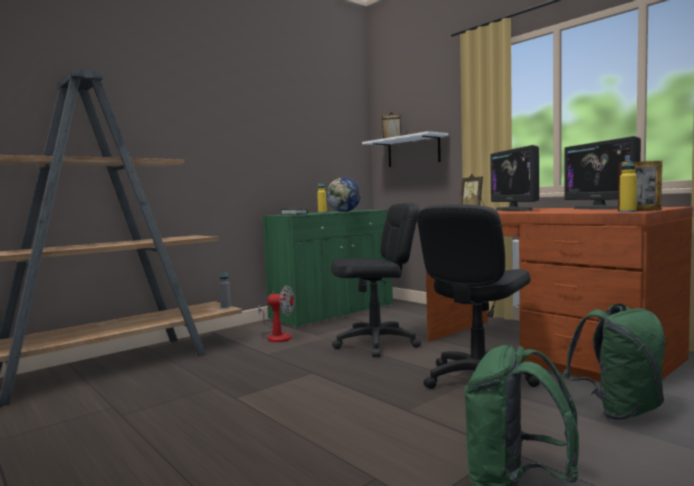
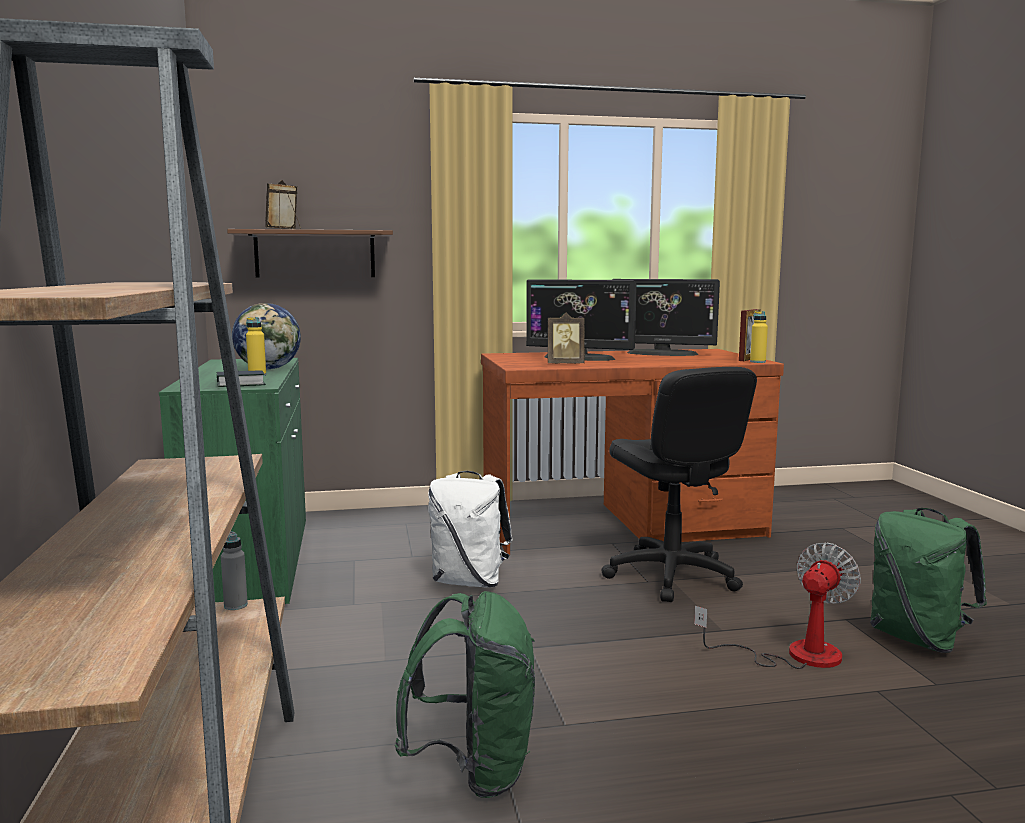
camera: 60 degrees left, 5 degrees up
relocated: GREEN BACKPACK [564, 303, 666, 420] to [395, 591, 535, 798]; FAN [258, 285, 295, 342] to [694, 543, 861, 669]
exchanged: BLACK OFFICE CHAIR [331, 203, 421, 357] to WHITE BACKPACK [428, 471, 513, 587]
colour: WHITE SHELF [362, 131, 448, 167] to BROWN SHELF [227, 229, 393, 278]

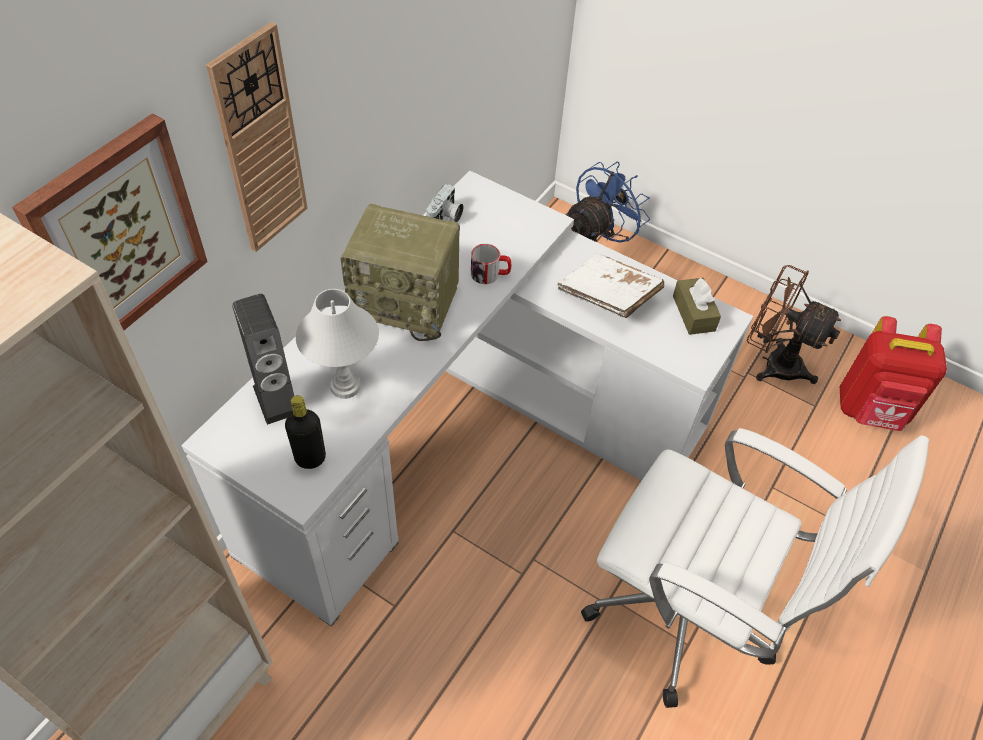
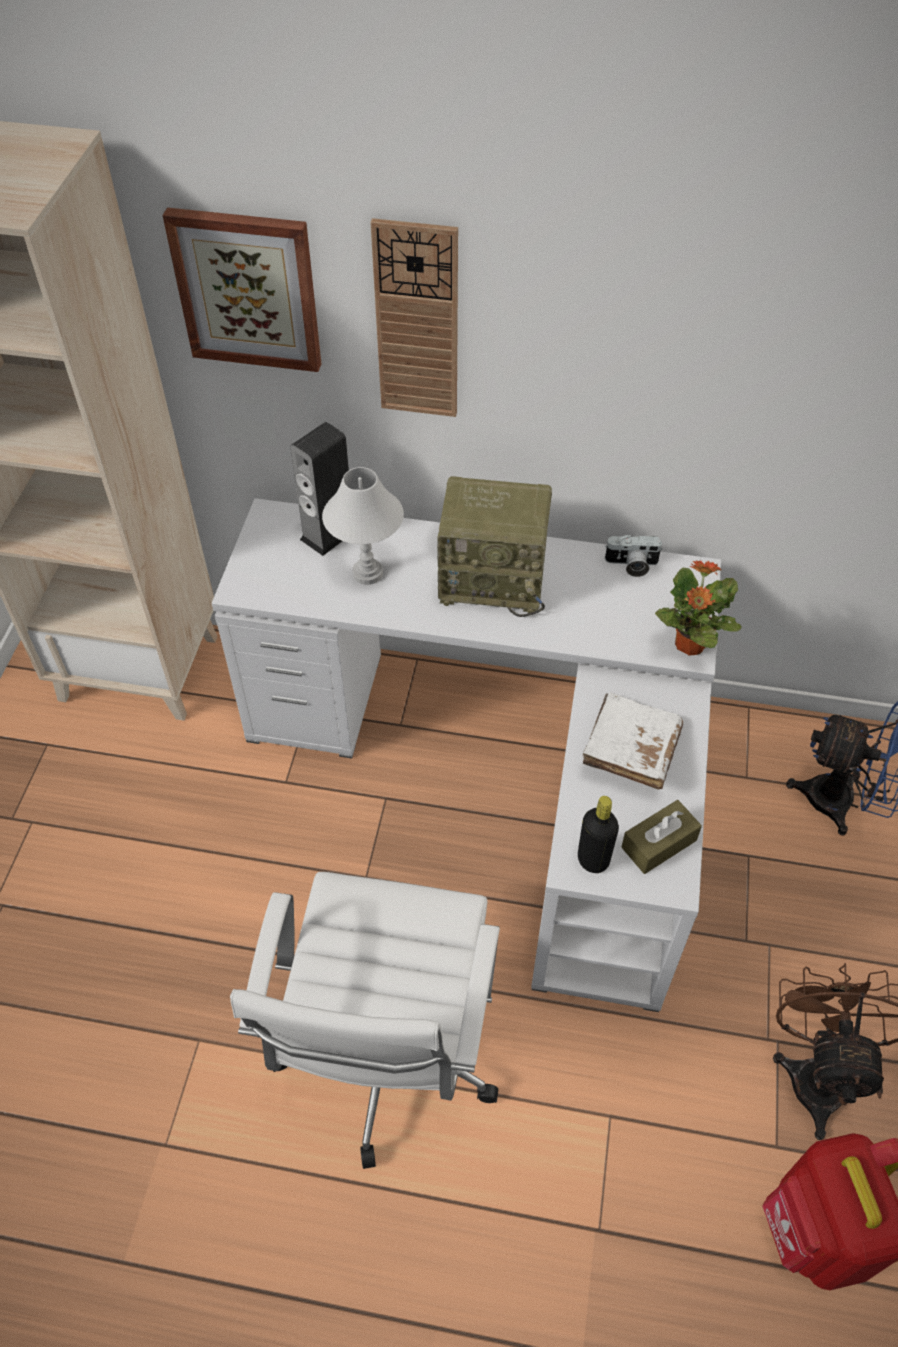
camera: 70 degrees right, 0 degrees up
missing: MUG [471, 244, 511, 284]
appeared: POTTED PLANT [655, 561, 742, 656]
relocated: BLACK BOTTLE [285, 395, 326, 469] to [578, 796, 619, 873]
spun: RADIO [340, 204, 460, 341] = [437, 476, 552, 617] 75 degrees counterclockwise

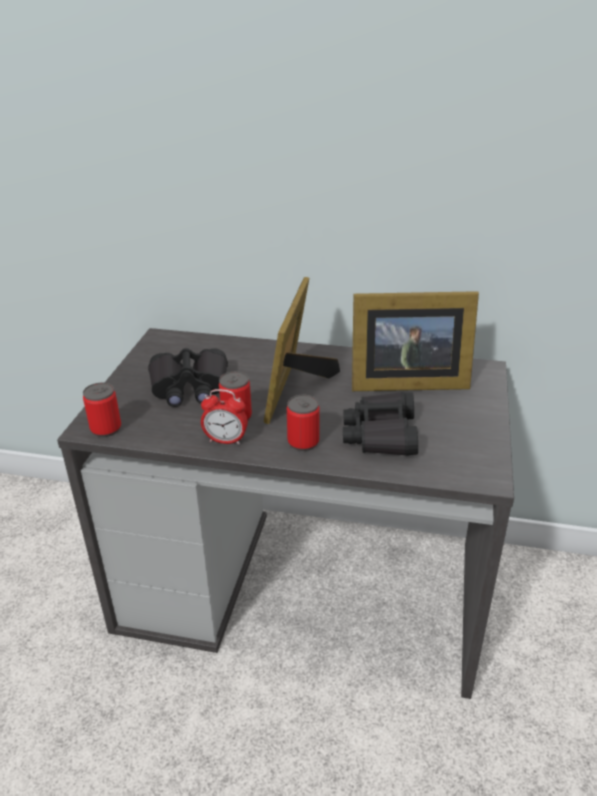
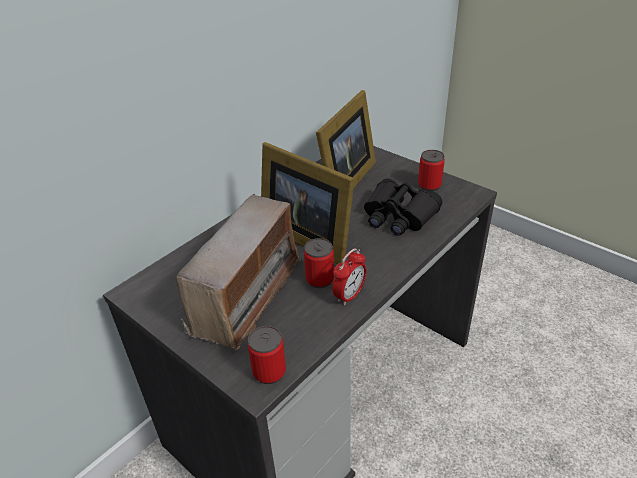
camera: 60 degrees left, 5 degrees up
relocated: CAN [287, 395, 320, 451] to [418, 150, 445, 191]
exchanged: BLACK BINOCULARS [148, 348, 228, 407] to RADIO [176, 194, 302, 351]

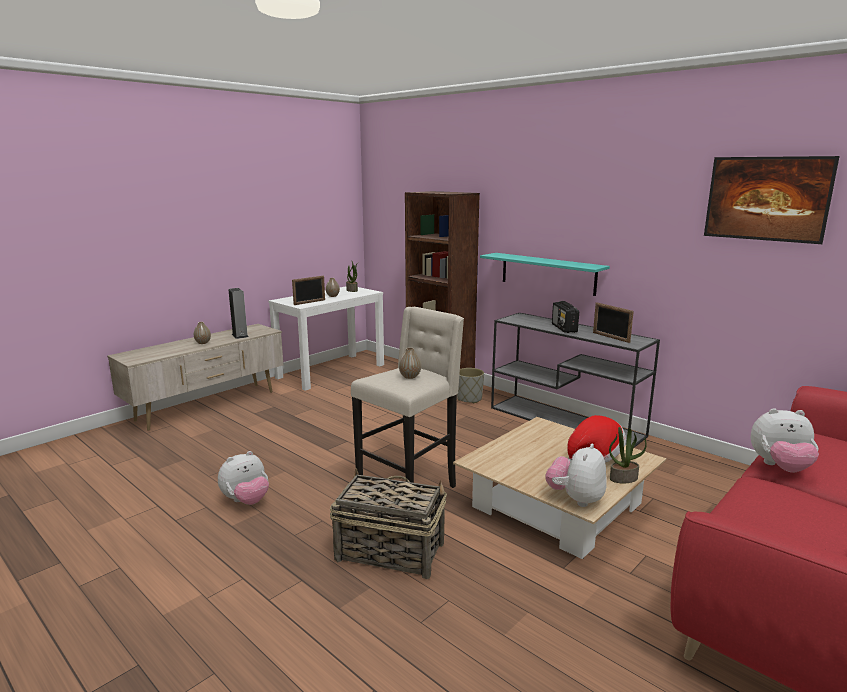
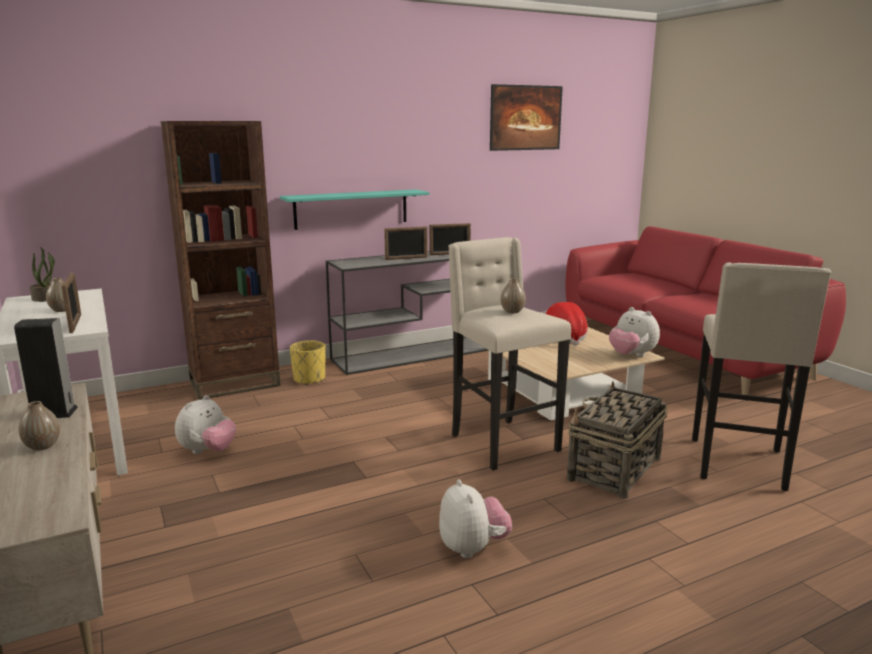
camera: 70 degrees left, 0 degrees up
missing: POTTED PLANT [609, 427, 647, 483]
appeared: BEIGE STOOL [692, 263, 831, 491]
relocated: PLUSH TOY [751, 408, 819, 473] to [175, 395, 237, 454]
exchanged: RADIO [552, 301, 579, 333] to PICTURE FRAME [384, 226, 428, 260]
colour: GREY PLANTER [457, 368, 484, 404] to YELLOW PLANTER [290, 340, 325, 385]

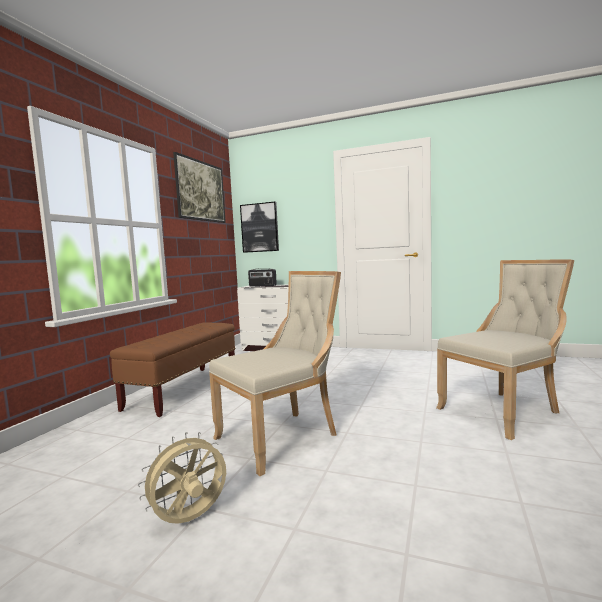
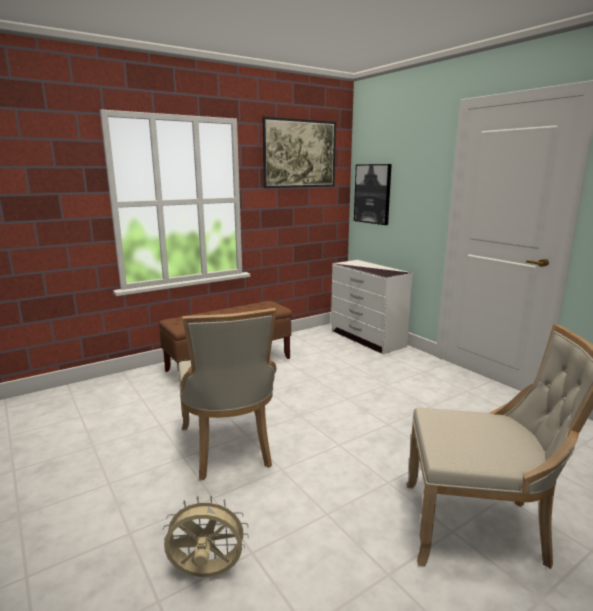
camera: 35 degrees right, 10 degrees up
missing: RADIO [248, 268, 277, 287]
relocated: BEIGE FAN [138, 432, 226, 524] to [163, 496, 249, 577]
spun: BEIGE CHAIR [209, 271, 341, 476] = [178, 308, 277, 480] 75 degrees clockwise

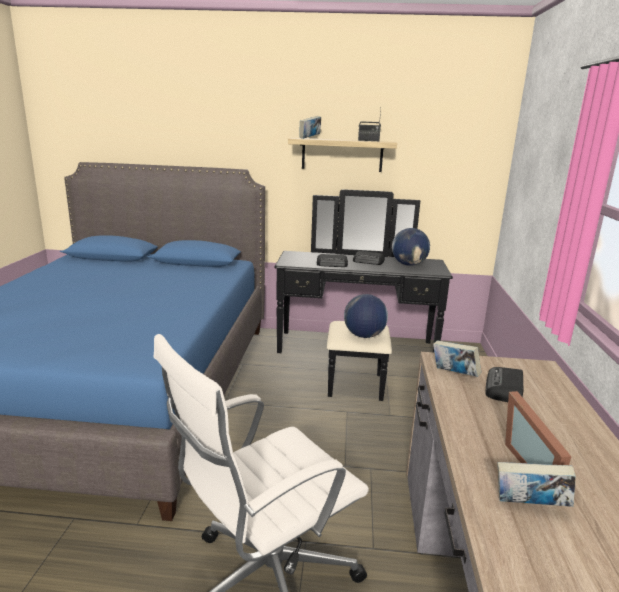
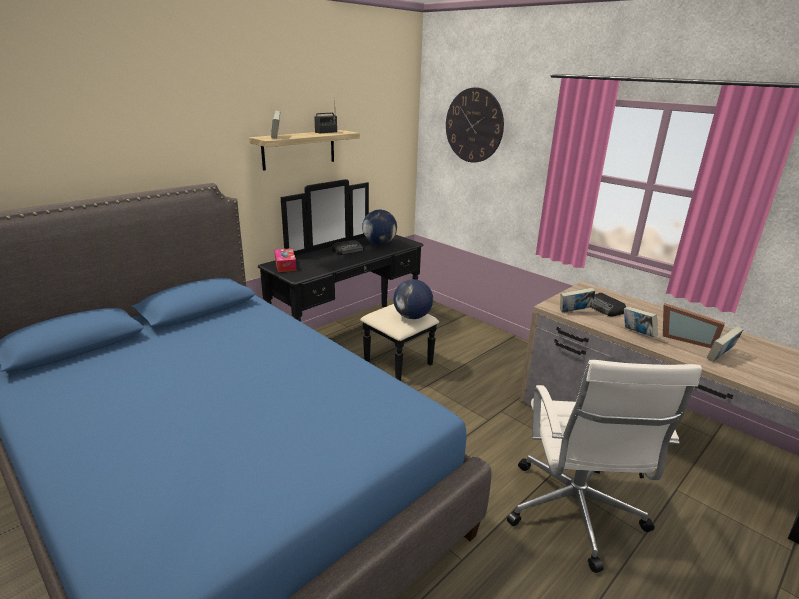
camera: 50 degrees left, 5 degrees up
missing: RADIO [317, 254, 348, 267]
appeared: TISSUE BOX [274, 248, 297, 272]; WALL CLOCK [446, 87, 504, 163]; BOOK [624, 306, 658, 337]

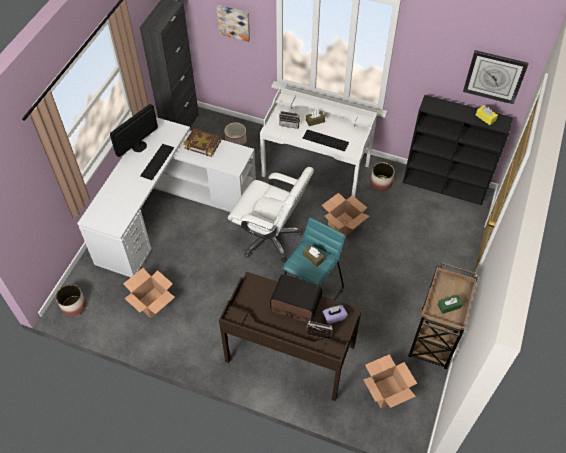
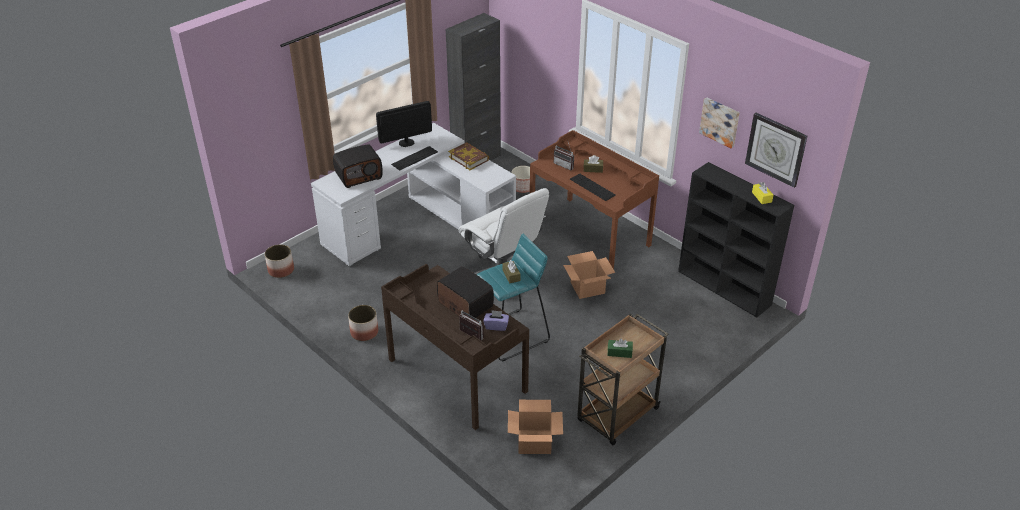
camera: 25 degrees right, 15 degrees down
missing: CARDBOARD BOX [123, 268, 175, 318]
appeared: RADIO [333, 144, 383, 188]
relocated: PLANTER [370, 163, 394, 191] to [348, 305, 378, 341]; PICTURE [216, 5, 250, 42] to [699, 97, 740, 148]
colour: WHITE DESK [260, 87, 377, 197] to BROWN DESK [530, 130, 659, 269]

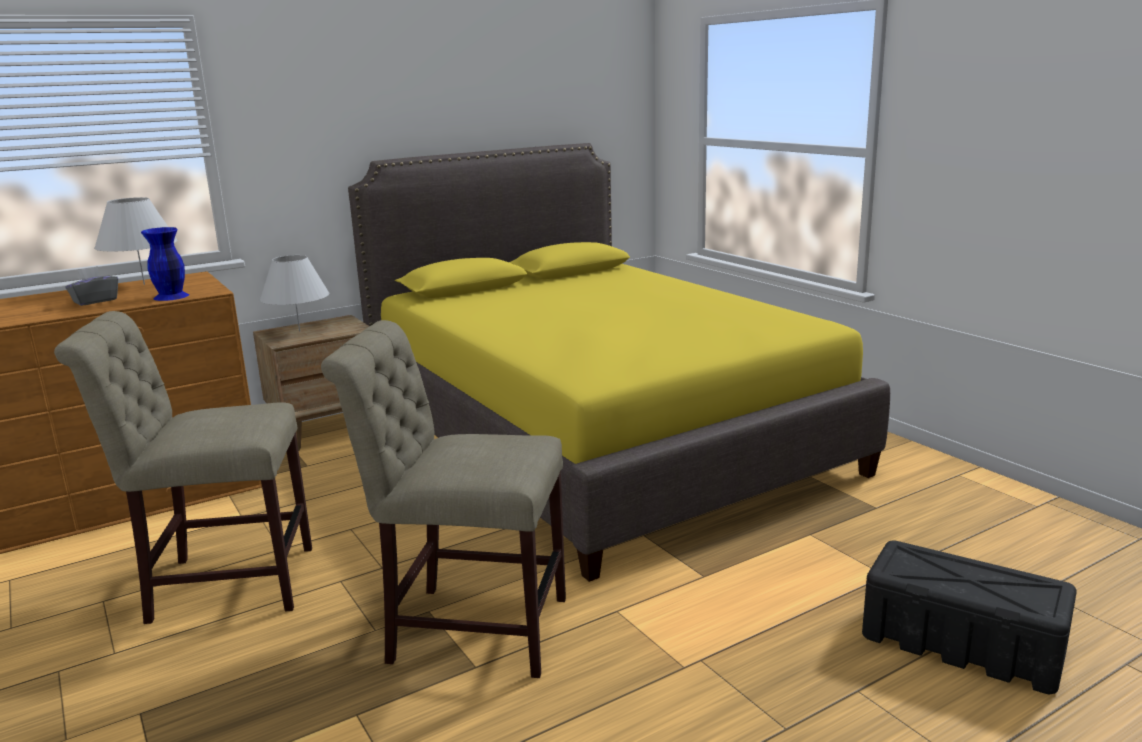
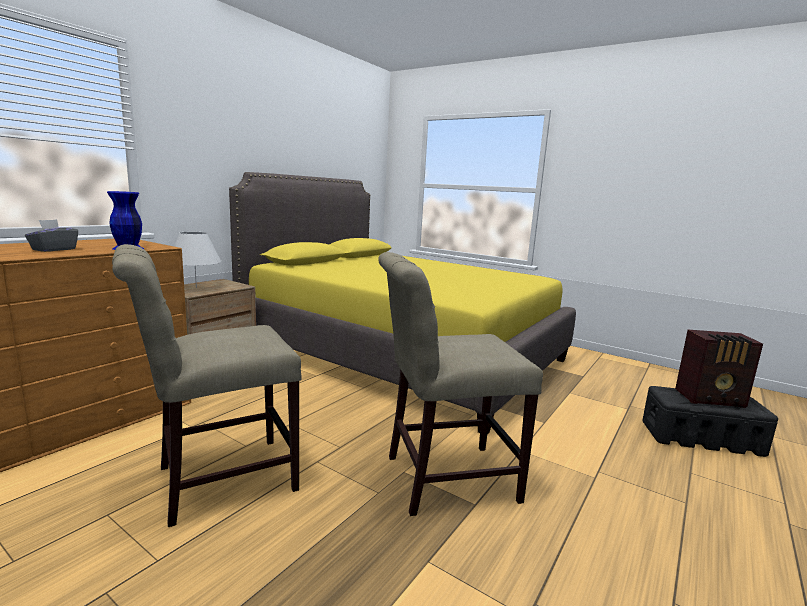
camera: 25 degrees left, 5 degrees down
missing: WHITE TABLE LAMP [94, 197, 177, 285]
appeared: RADIO [675, 330, 763, 408]

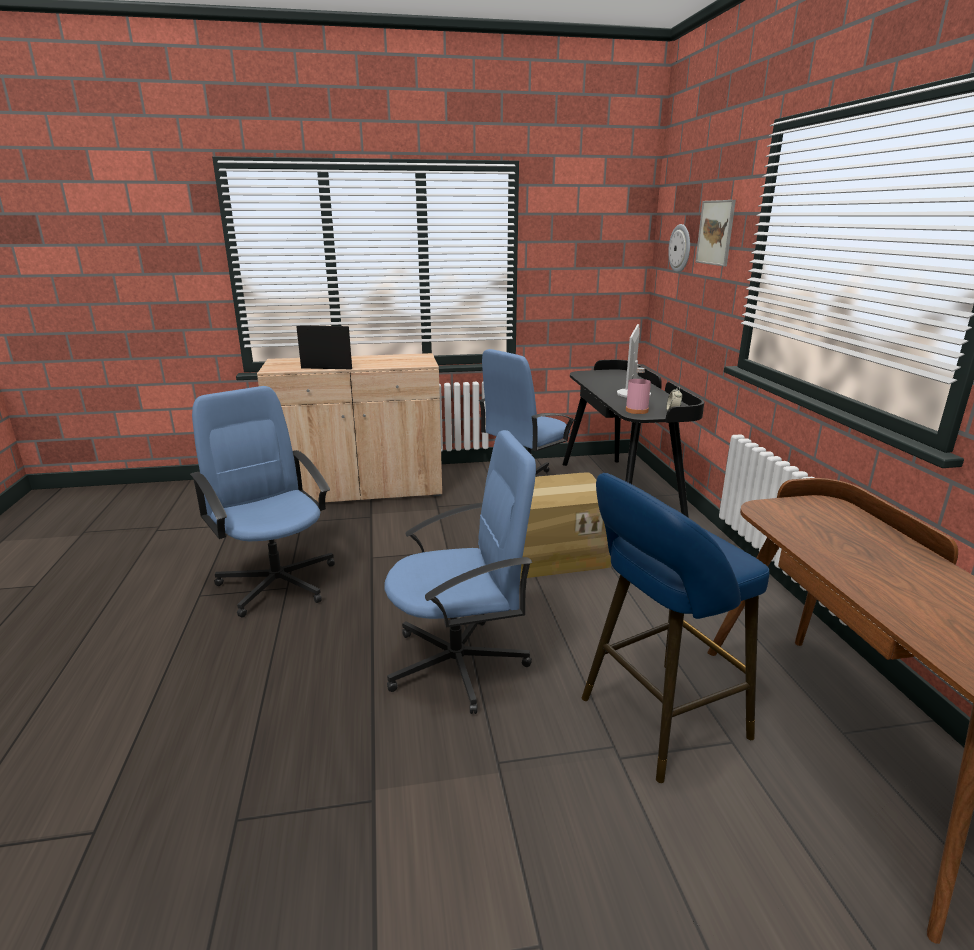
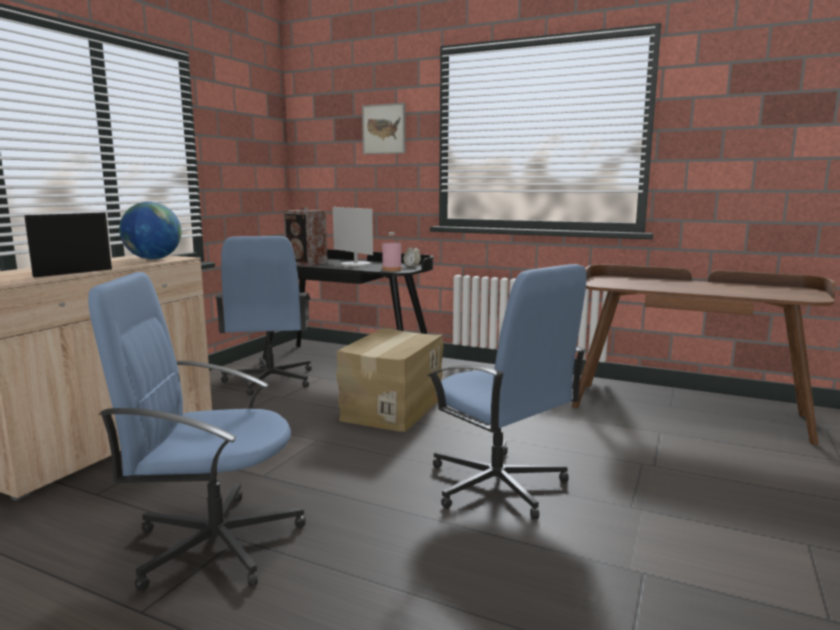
camera: 55 degrees left, 10 degrees down
missing: BLUE STOOL [582, 473, 769, 783]; WALL CLOCK [668, 224, 690, 273]
appeared: GLOBE [119, 202, 182, 260]; SPEAKER [283, 207, 328, 266]
spun: BLUE OFFICE CHAIR [384, 430, 536, 714] = [427, 264, 587, 520] 120 degrees clockwise

